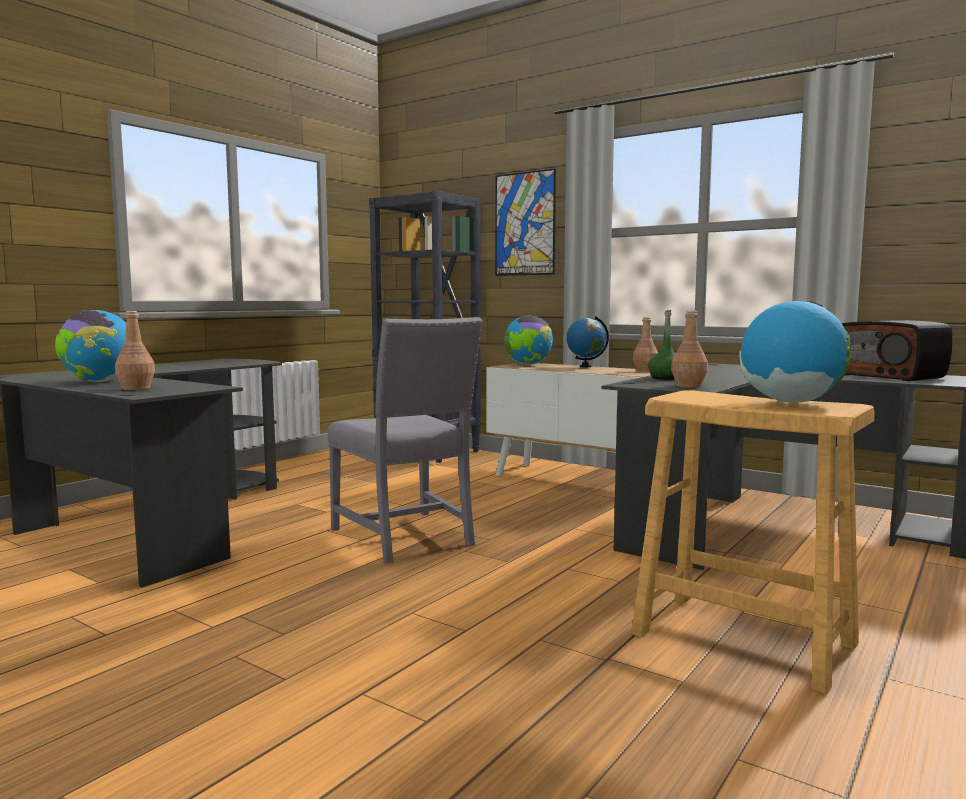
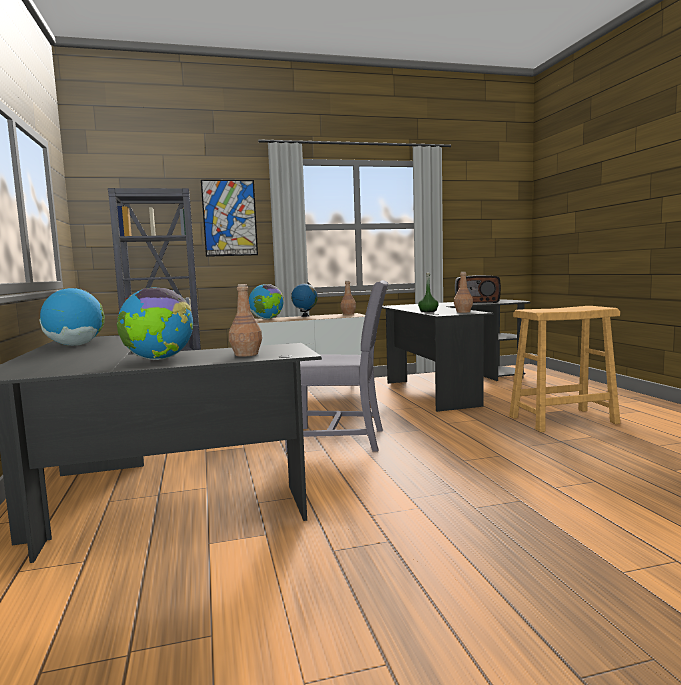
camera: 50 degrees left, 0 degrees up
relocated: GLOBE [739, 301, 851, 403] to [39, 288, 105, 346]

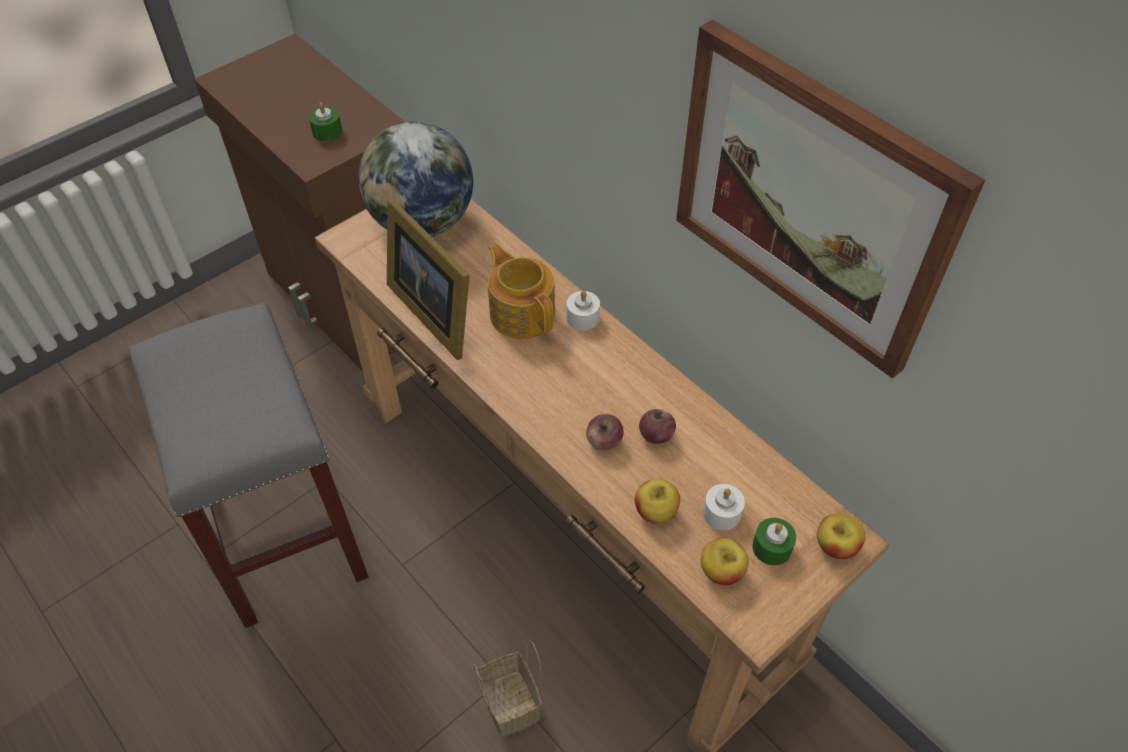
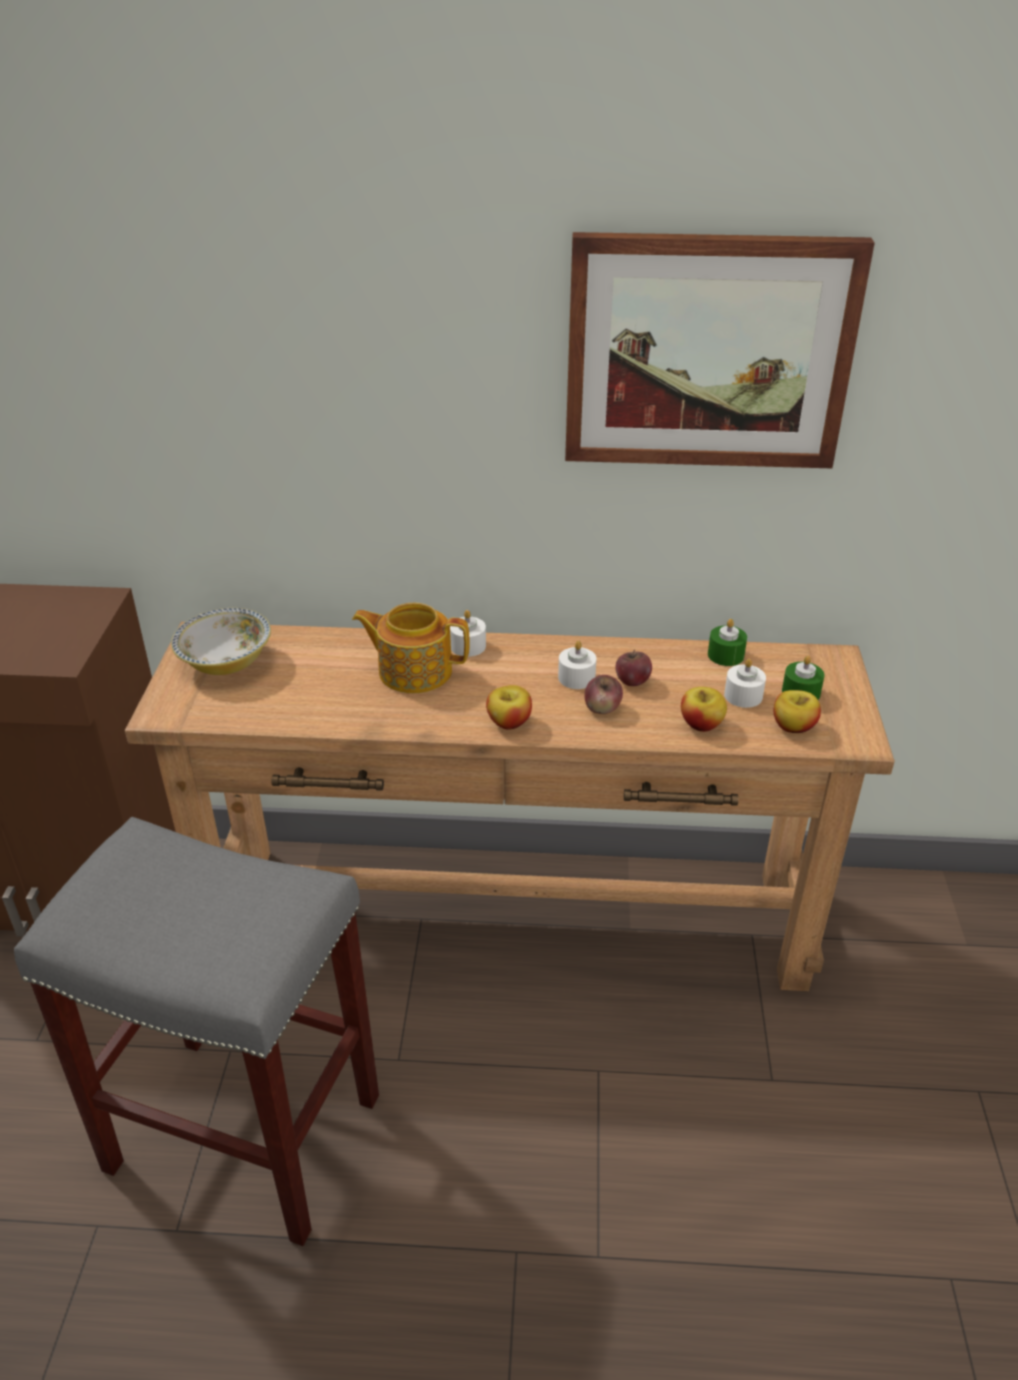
camera: 45 degrees left, 15 degrees down
missing: PICTURE FRAME [387, 198, 470, 360]; BASKET [474, 640, 542, 736]
appeared: WHITE CANDLE [558, 641, 596, 689]
relocated: APPLE [817, 514, 865, 559] to [486, 685, 532, 730]; GREEN CANDLE [309, 102, 342, 141] to [708, 619, 747, 666]
exchanged: GLOBE [358, 121, 473, 237] to BOWL [171, 608, 271, 675]

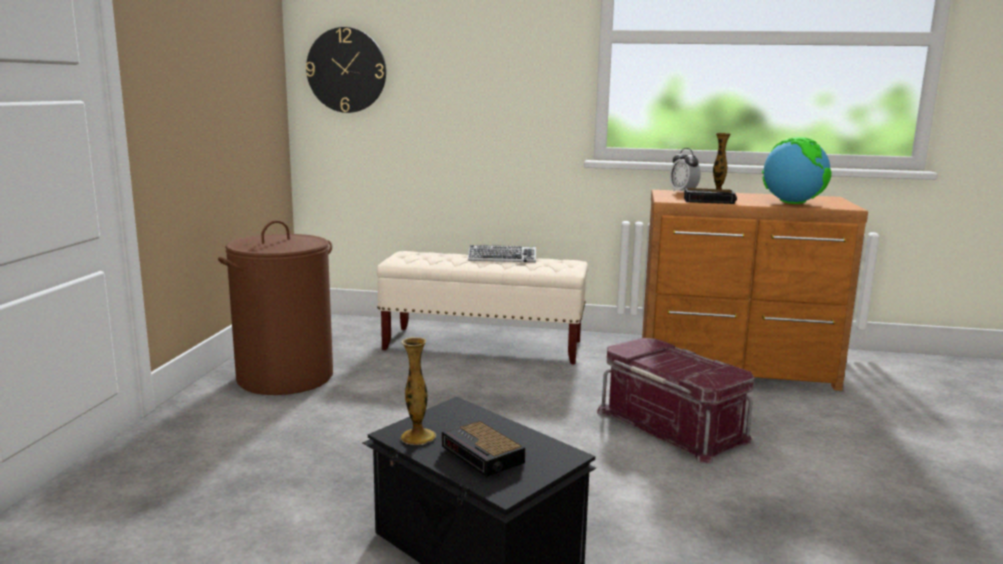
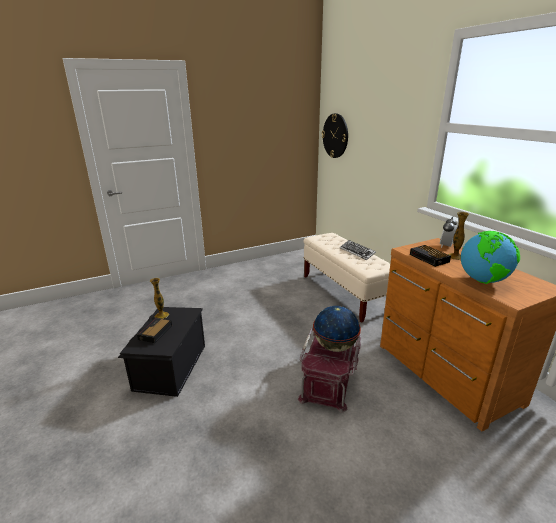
camera: 55 degrees right, 10 degrees up
missing: BROWN LAUNDRY BASKET [218, 220, 333, 395]
appeared: GLOBE [313, 306, 361, 352]

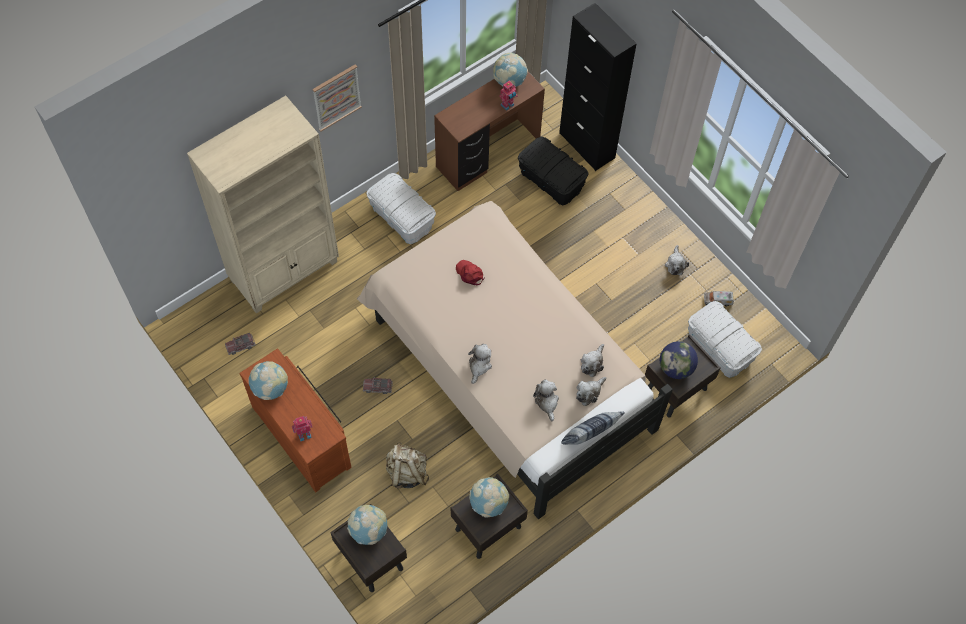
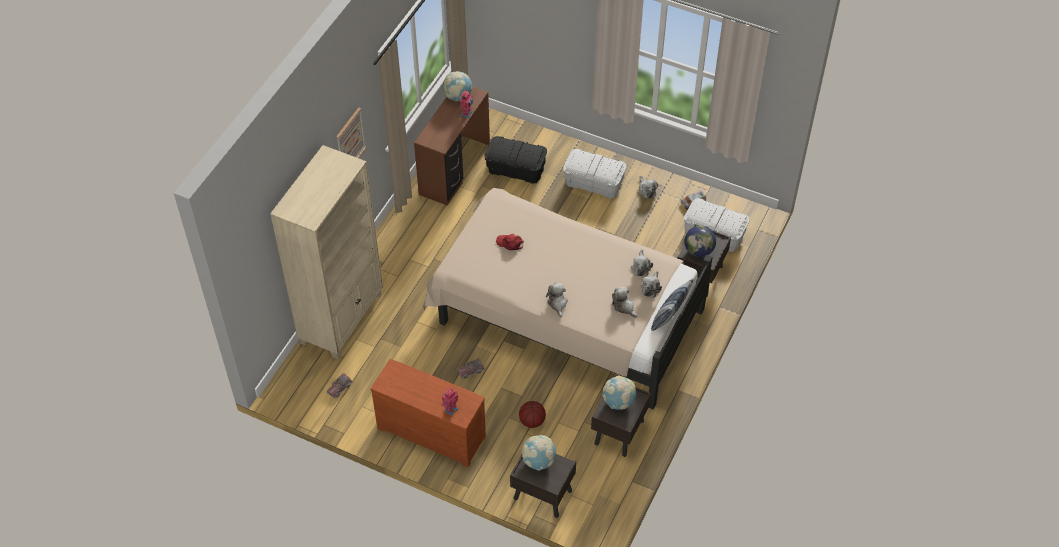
camera: 25 degrees left, 10 degrees down
missing: GLOBE [248, 361, 288, 400]; BLACK CABINET [559, 3, 637, 171]
relocated: WHITE STORAGE BOX [366, 173, 436, 244] to [563, 149, 626, 198]
exchanged: BEIGE BACKPACK [386, 442, 429, 489] to BASKETBALL [519, 401, 546, 428]

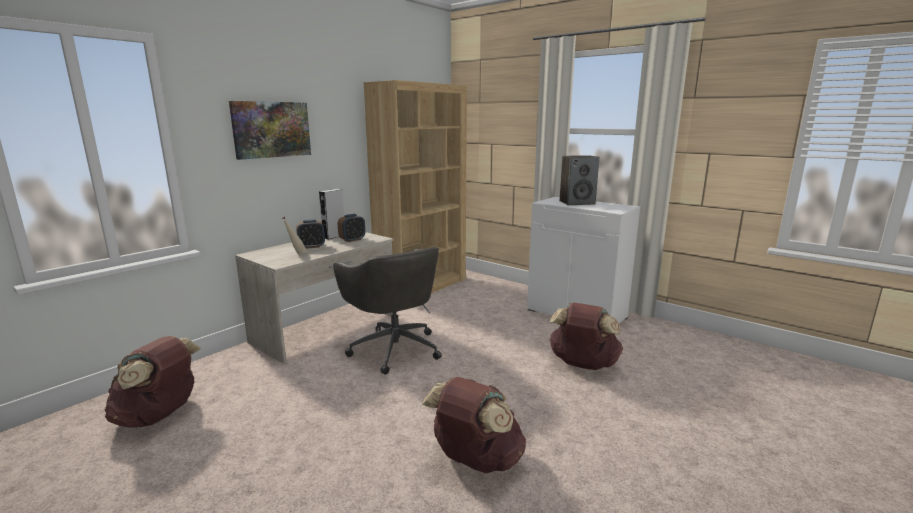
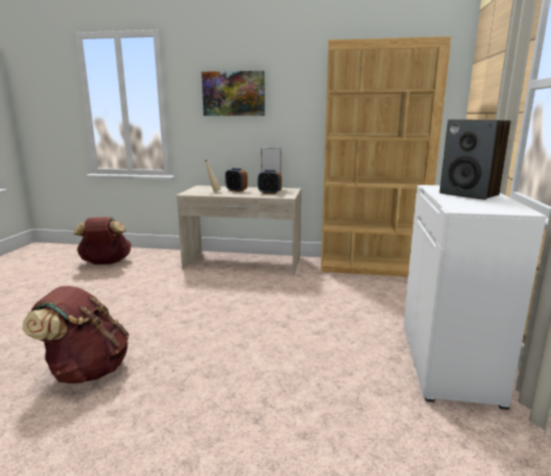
camera: 60 degrees right, 0 degrees up
missing: GREY OFFICE CHAIR [334, 247, 442, 375]; BROWN BACKPACK [549, 303, 623, 370]

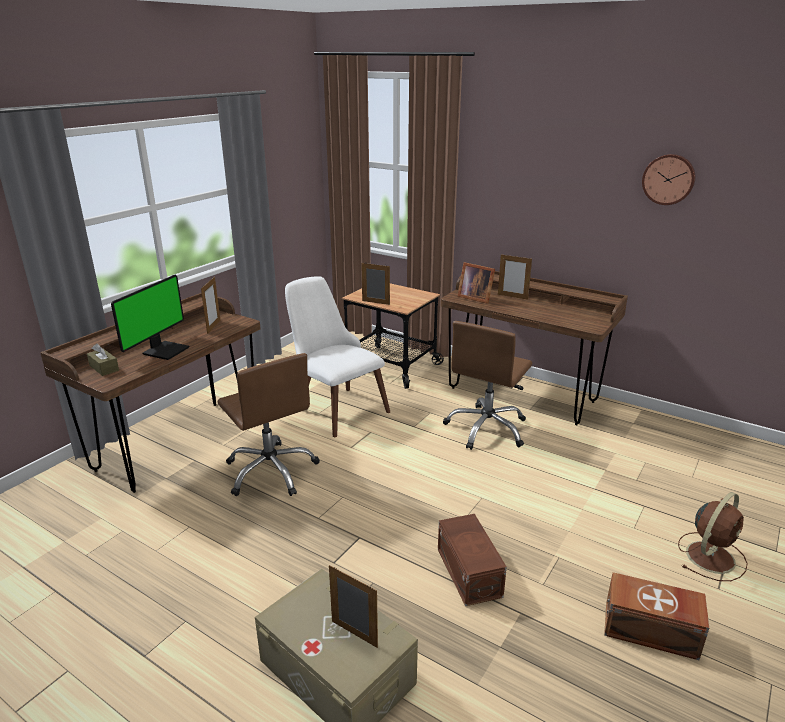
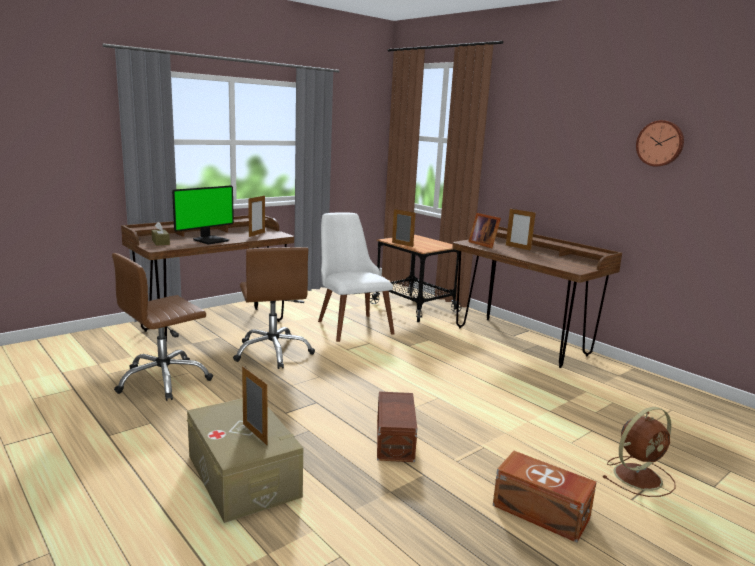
camera: 15 degrees right, 10 degrees down
relocated: BROWN OFFICE CHAIR [443, 321, 532, 450] to [112, 253, 213, 401]

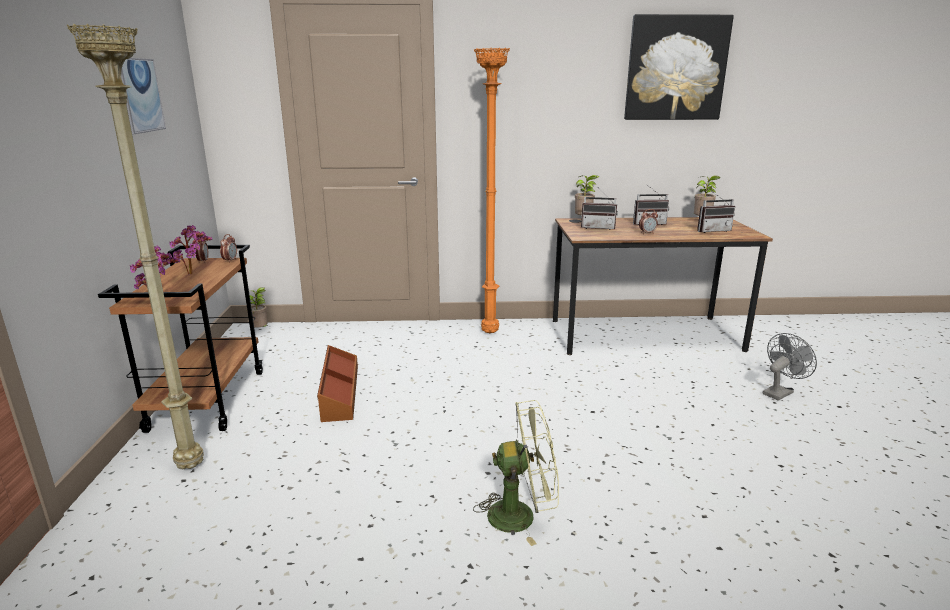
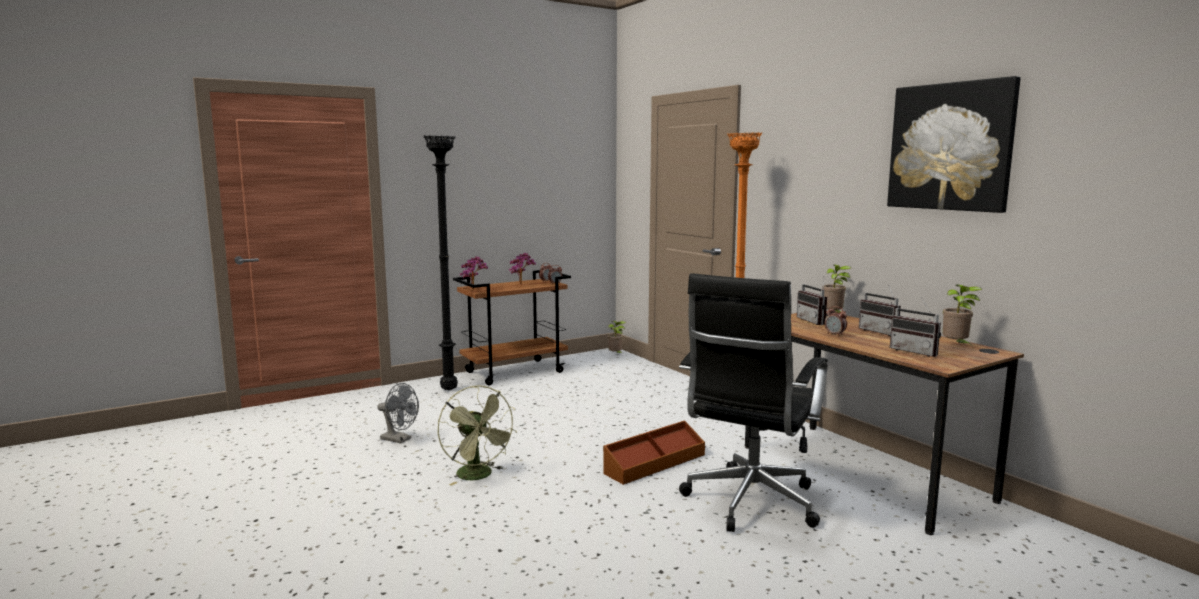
camera: 60 degrees right, 10 degrees down
missing: PICTURE [121, 58, 166, 134]
appeared: BLACK OFFICE CHAIR [679, 273, 828, 532]
relocated: GREY FAN [763, 333, 817, 401] to [377, 383, 419, 443]; BROWN STORAGE BOX [317, 345, 358, 422] to [603, 420, 705, 485]
colour: BEIGE FLOOR LAMP [67, 24, 204, 469] to BLACK FLOOR LAMP [424, 135, 458, 390]

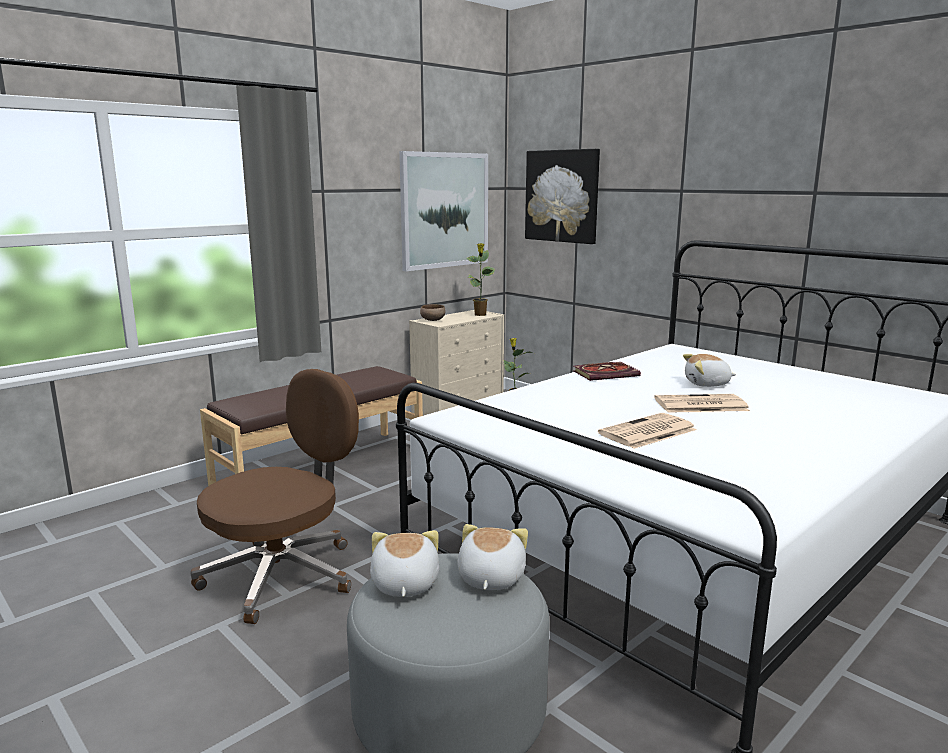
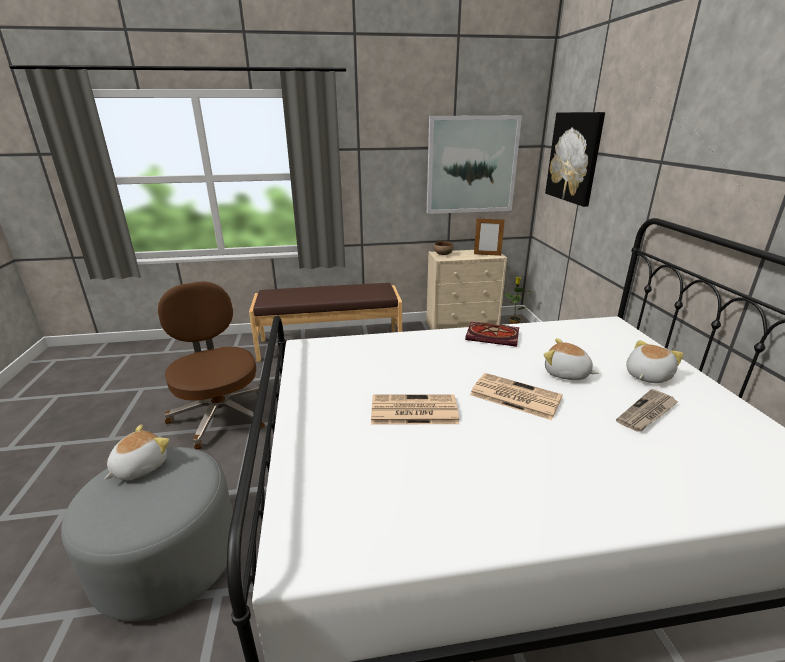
camera: 35 degrees right, 10 degrees up
appeared: NEWSPAPER [616, 389, 678, 432]
relocated: PLUSH TOY [458, 524, 528, 590] to [626, 340, 684, 383]
exchanged: POTTED PLANT [467, 243, 495, 316] to PICTURE FRAME [474, 218, 505, 256]
spun: BROWN OFFICE CHAIR [190, 369, 359, 624] = [158, 281, 265, 450] 105 degrees counterclockwise

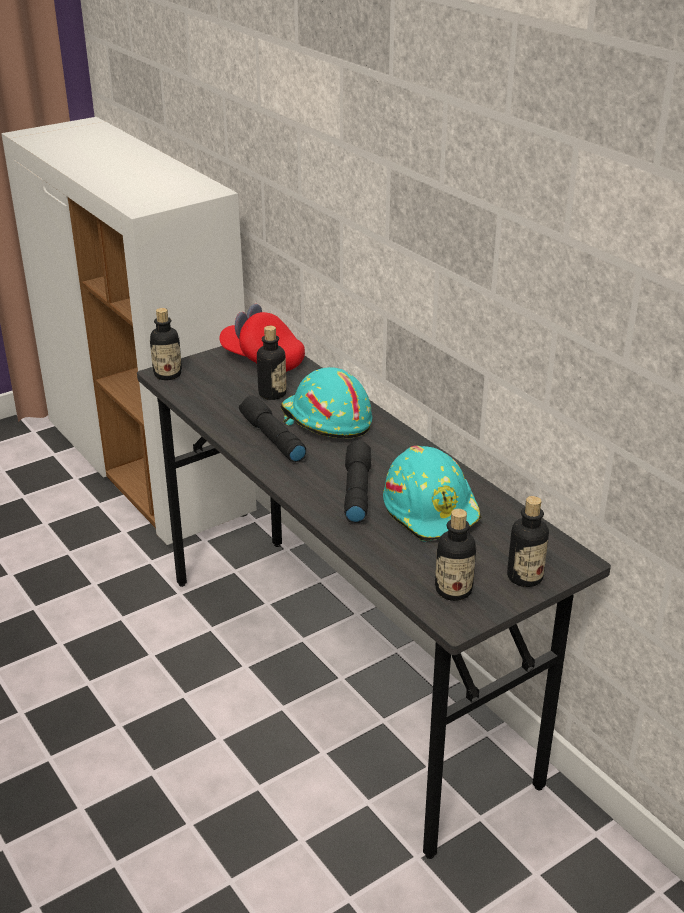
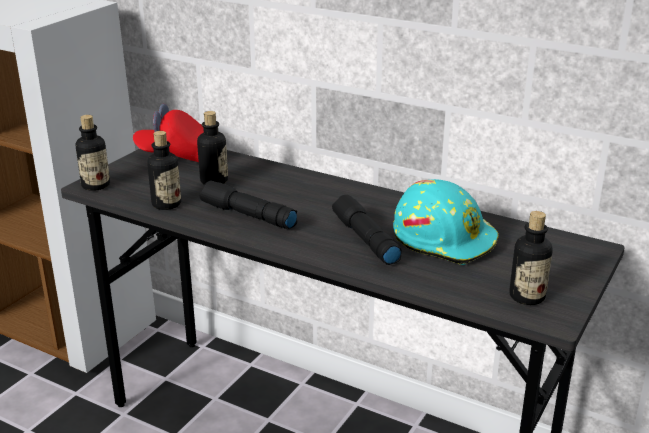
camera: 25 degrees left, 5 degrees down
missing: TURQUOISE HARD HAT [281, 367, 372, 438]
relocated: BOTTLE [507, 496, 549, 587] to [147, 131, 181, 210]

